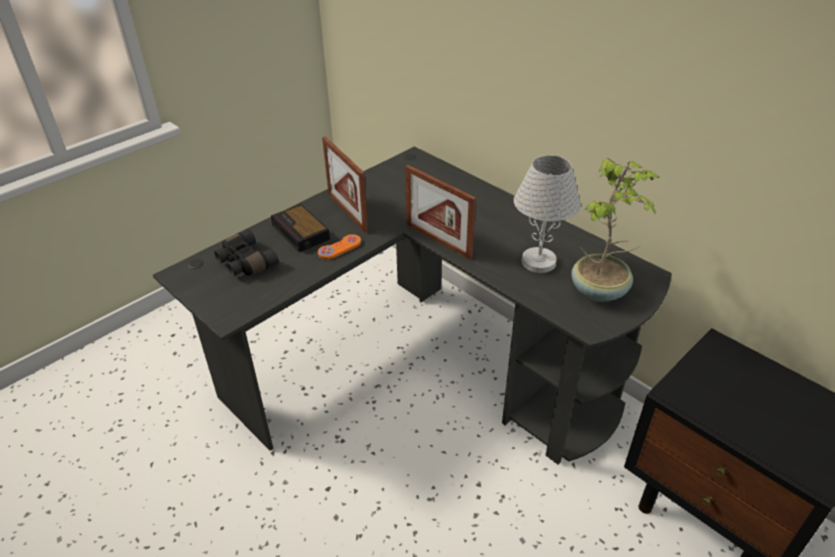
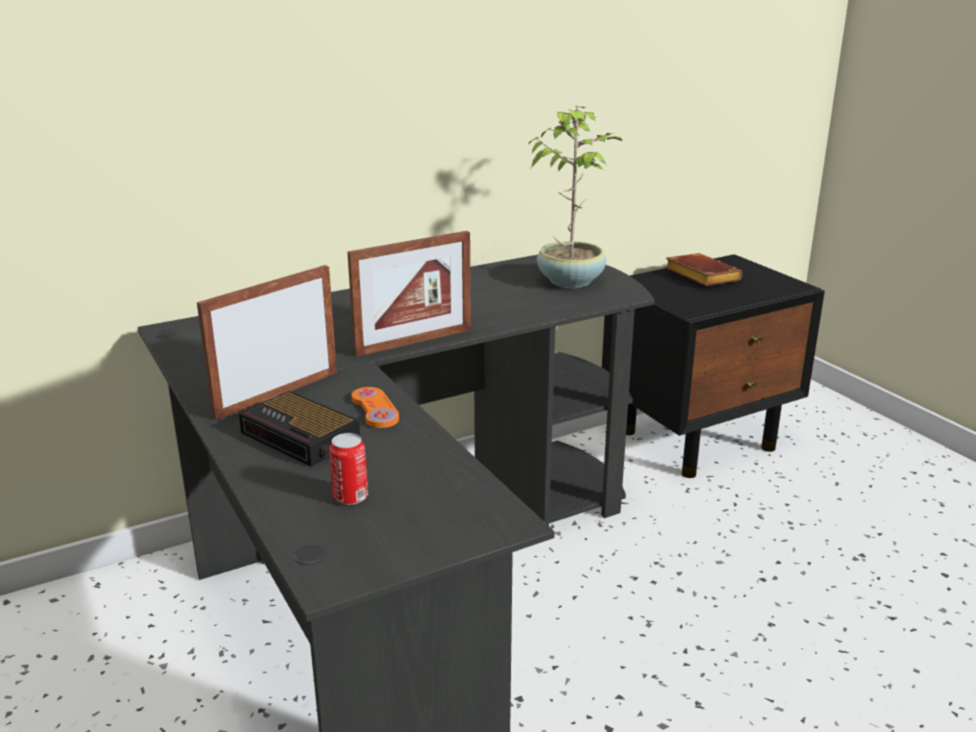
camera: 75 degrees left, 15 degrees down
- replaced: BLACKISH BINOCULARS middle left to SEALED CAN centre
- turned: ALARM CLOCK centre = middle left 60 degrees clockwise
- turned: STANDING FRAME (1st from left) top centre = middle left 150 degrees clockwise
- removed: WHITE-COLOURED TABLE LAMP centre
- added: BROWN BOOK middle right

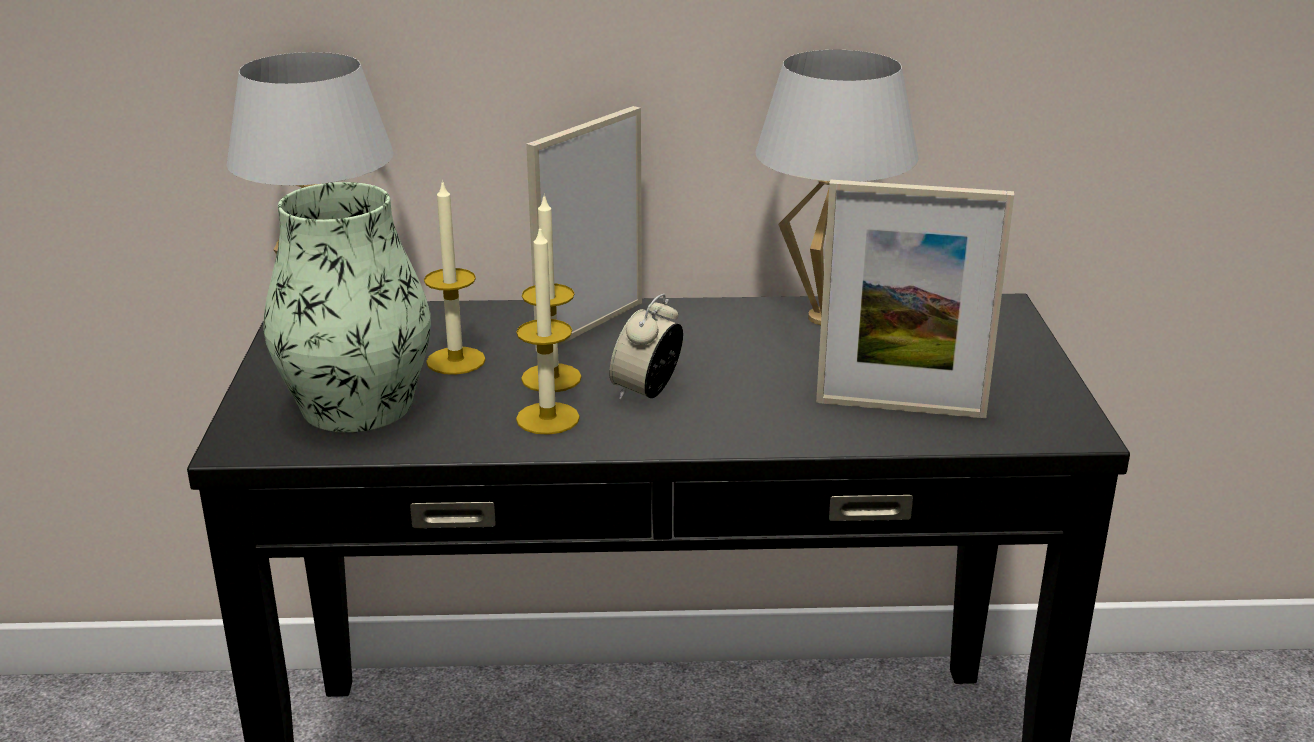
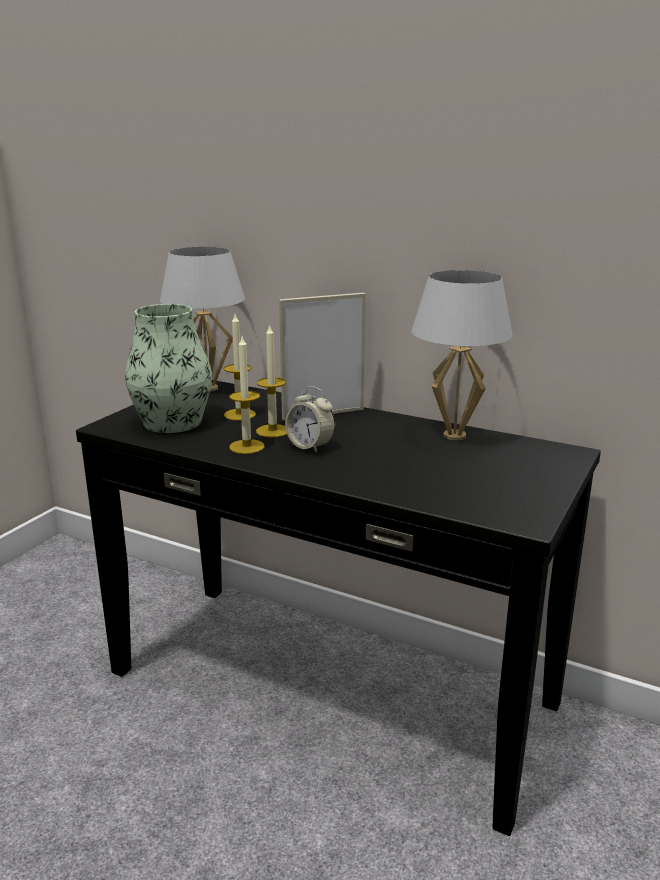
camera: 30 degrees right, 5 degrees down
- turned: ALARM CLOCK centre = centre 105 degrees counterclockwise
- removed: STANDING FRAME (2nd from left) middle right

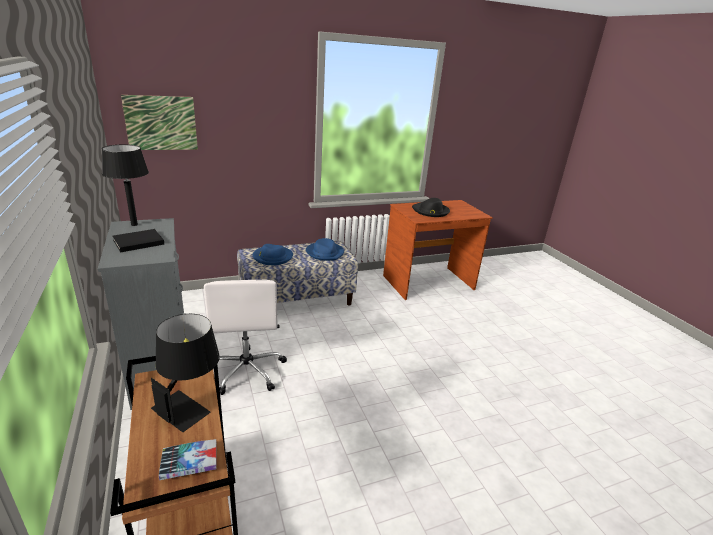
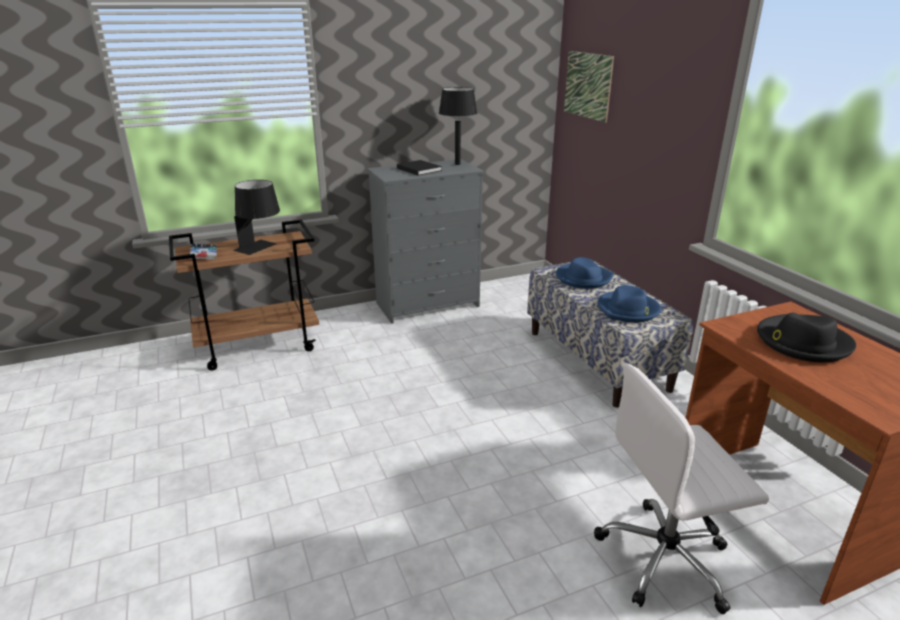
camera: 90 degrees right, 0 degrees up
- moved: WHITE-COLOURED DESK CHAIR centre to bottom right

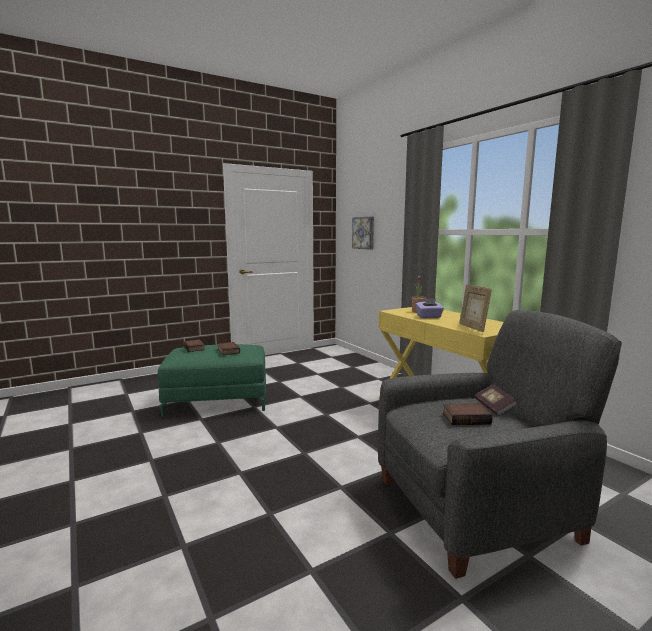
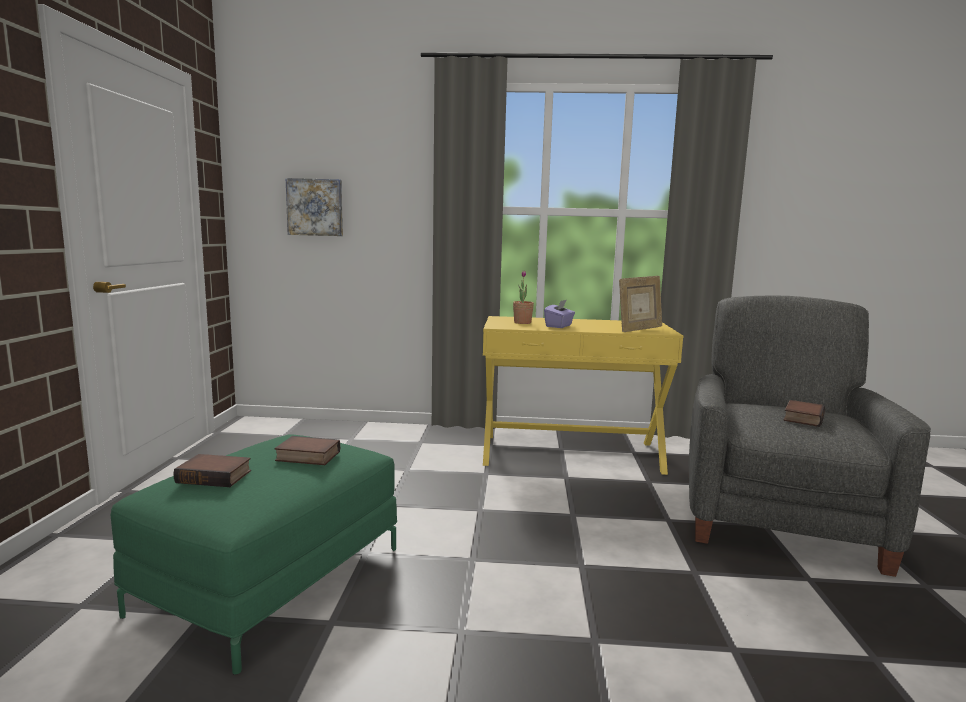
camera: 55 degrees left, 0 degrees up
- turned: STANDING FRAME middle right = centre 60 degrees counterclockwise
- removed: BOOK (4th from left) middle right

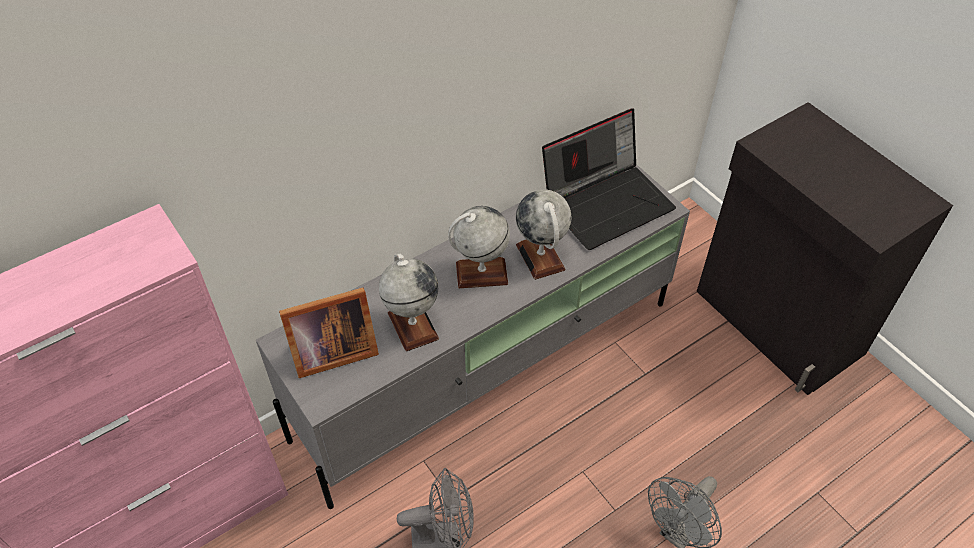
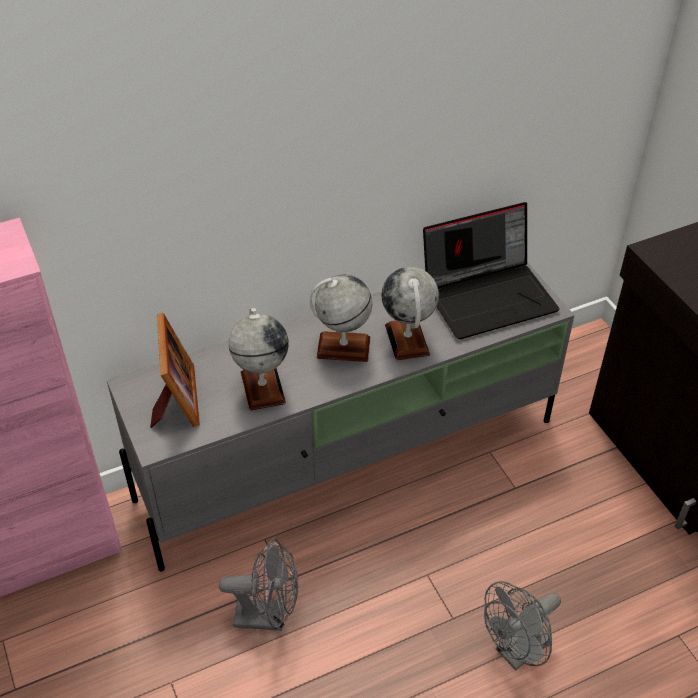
camera: 10 degrees right, 5 degrees down
- turned: STANDING FRAME centre = middle left 90 degrees counterclockwise

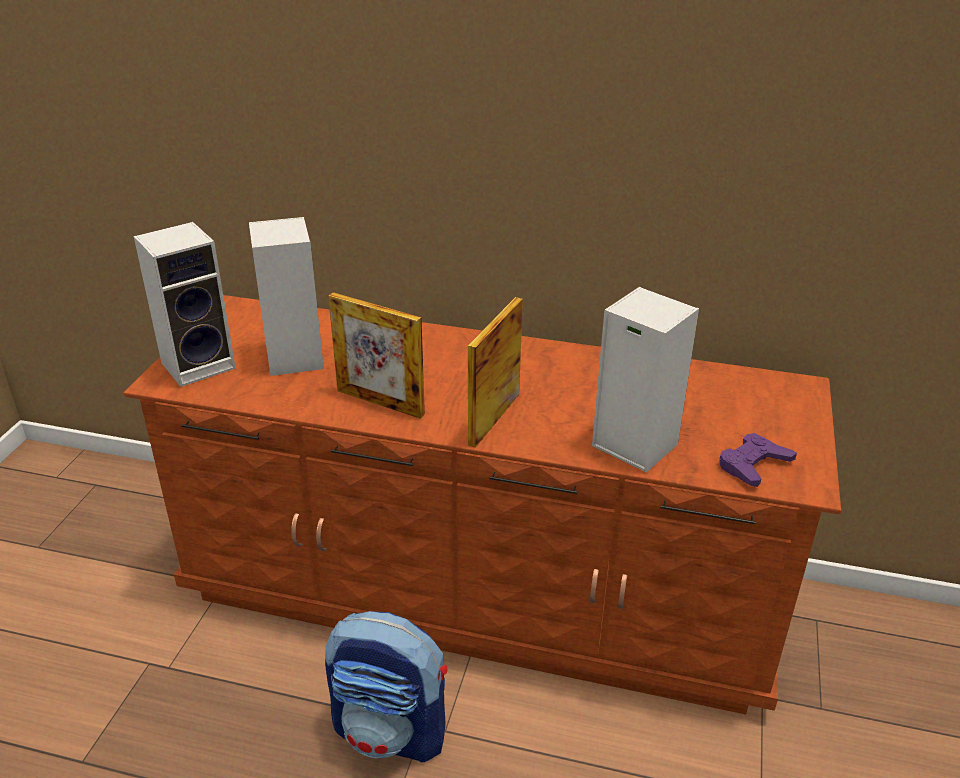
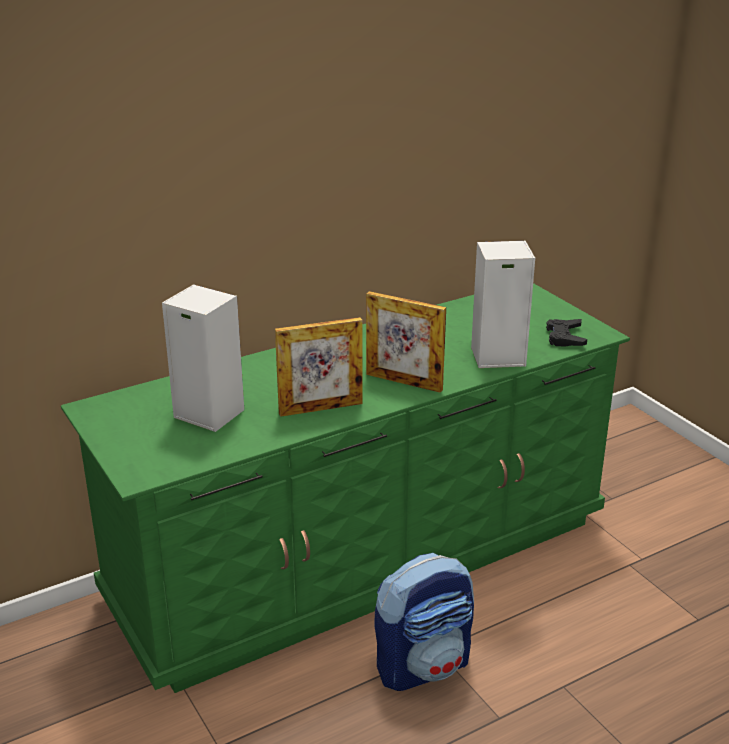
camera: 45 degrees left, 5 degrees down
- recoloured: BROWN DRESSER centre to GREEN-COLOURED DRESSER centre
- removed: LOUDSPEAKER (1st from left) middle left
- turned: STANDING FRAME (2nd from left) centre = centre 45 degrees counterclockwise
- recoloured: PURPLISH GAMEPAD middle right to BLACKISH GAMEPAD middle right

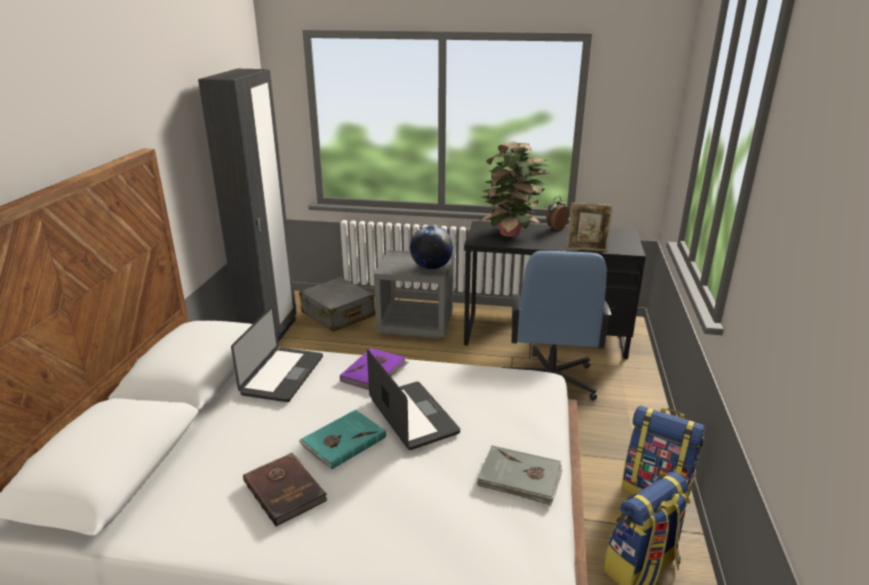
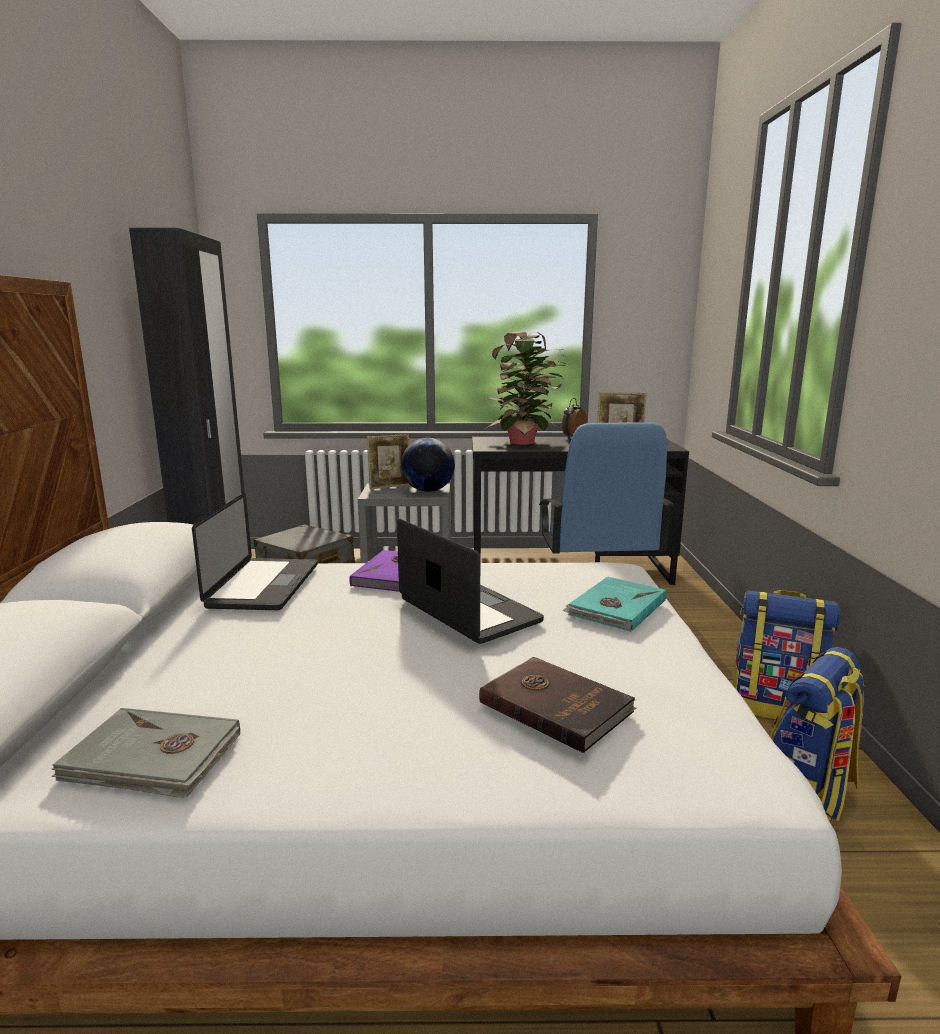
camera: 10 degrees left, 10 degrees down
- moved: BROWN BOOK bottom left to bottom centre
- moved: TURQUOISE BOOK bottom centre to centre
- moved: GRAY BOOK bottom centre to bottom left
- added: STANDING FRAME (1st from left) centre

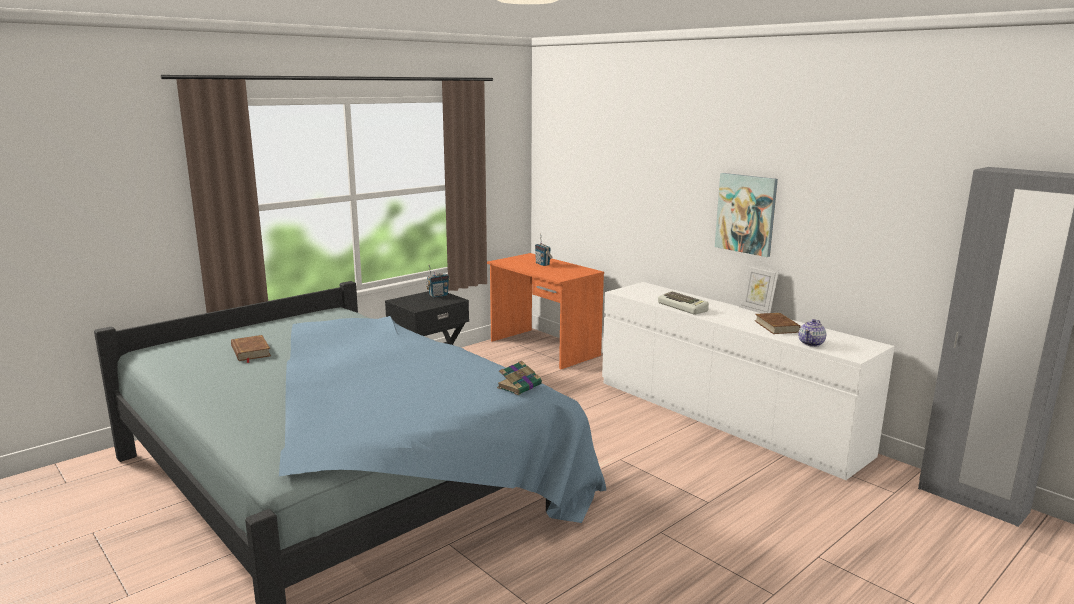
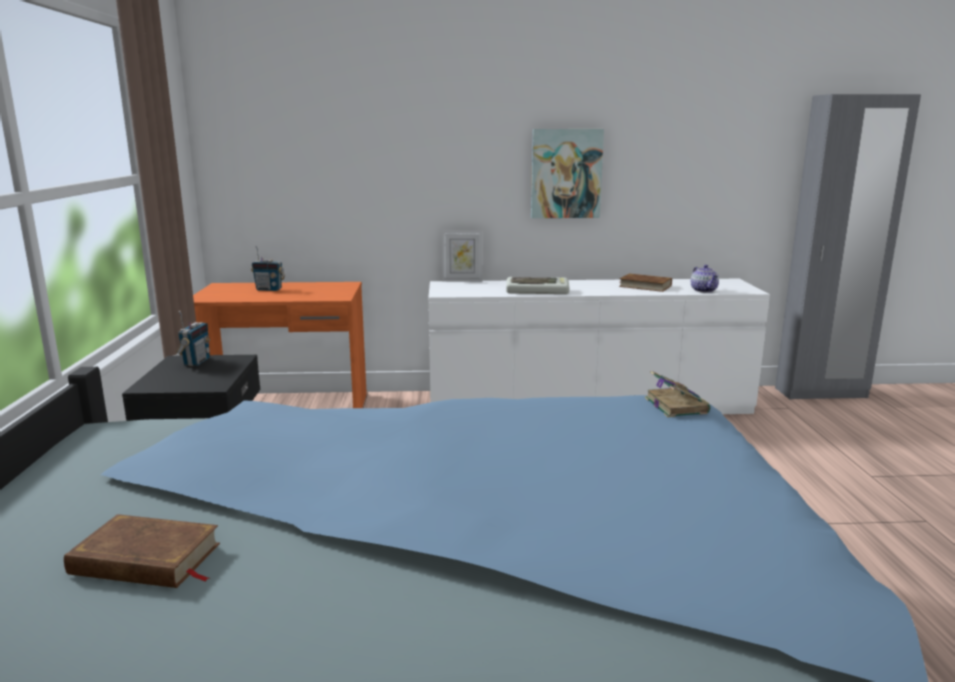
camera: 50 degrees left, 0 degrees up
- moved: STANDING FRAME middle right to centre

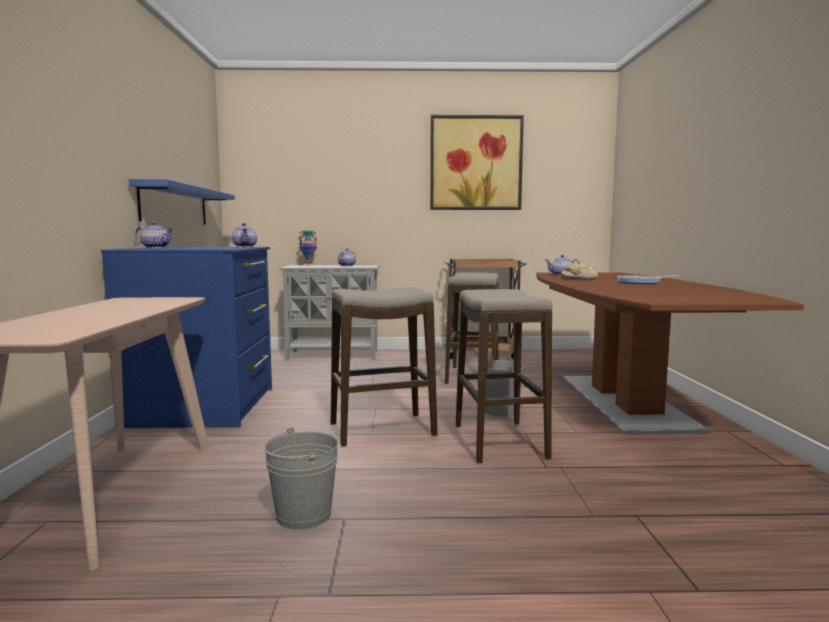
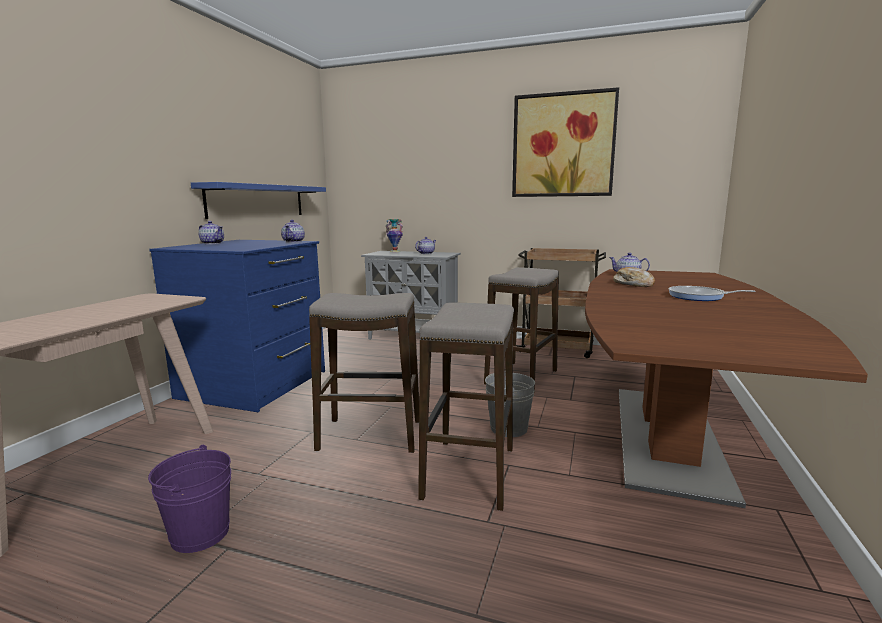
camera: 20 degrees right, 5 degrees up
- recoloured: GRAY PAIL (1st from left) bottom centre to PURPLISH PAIL bottom left

